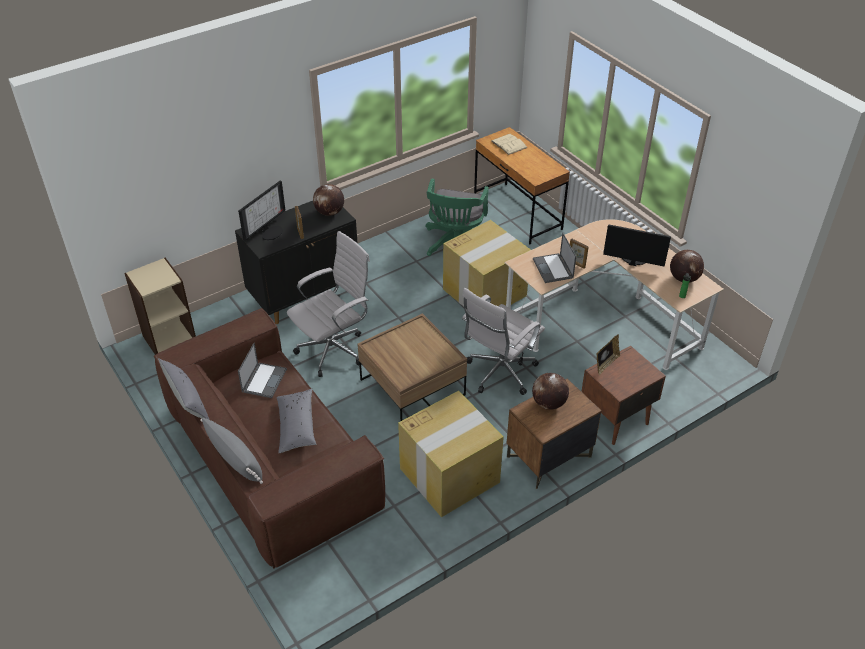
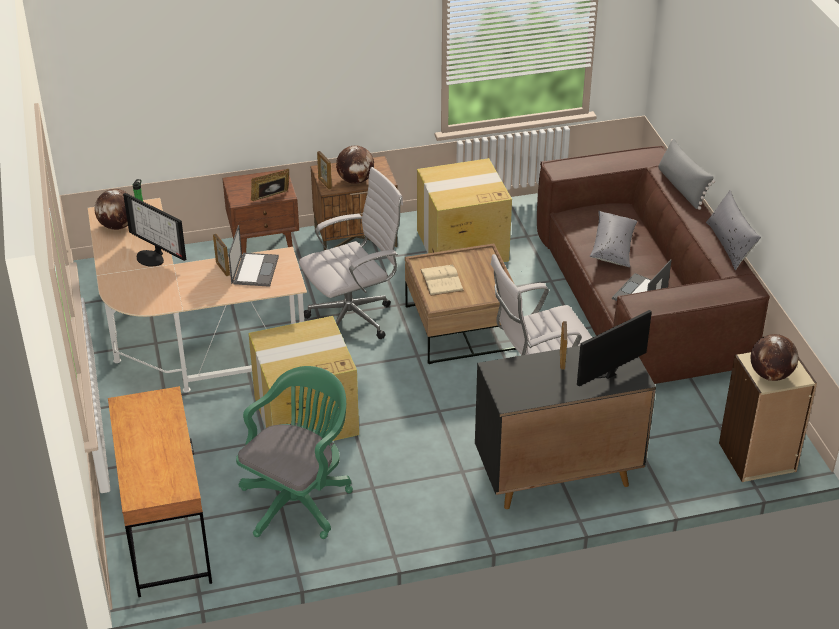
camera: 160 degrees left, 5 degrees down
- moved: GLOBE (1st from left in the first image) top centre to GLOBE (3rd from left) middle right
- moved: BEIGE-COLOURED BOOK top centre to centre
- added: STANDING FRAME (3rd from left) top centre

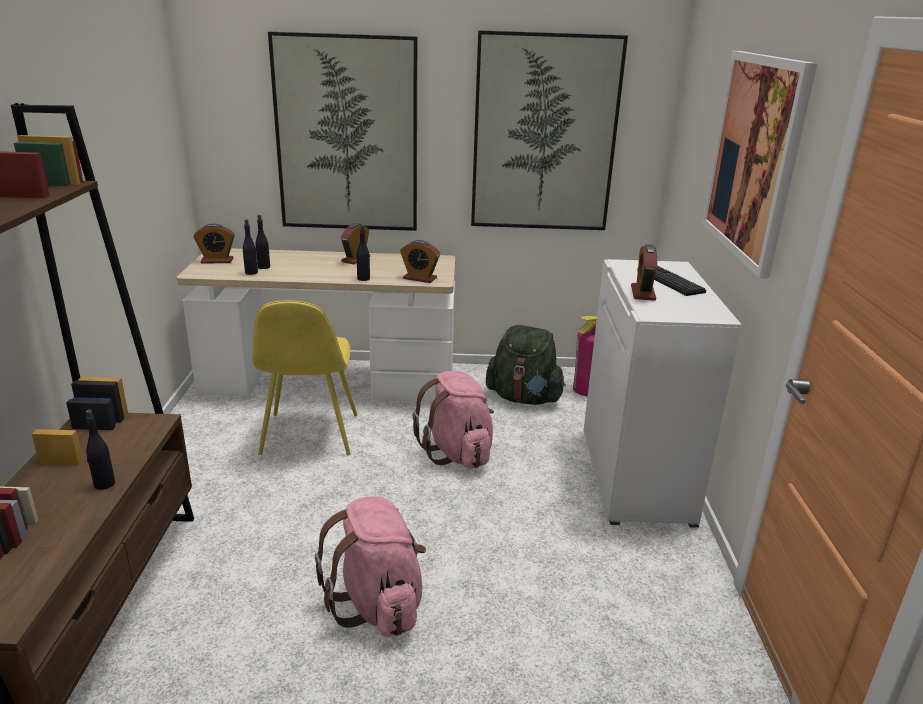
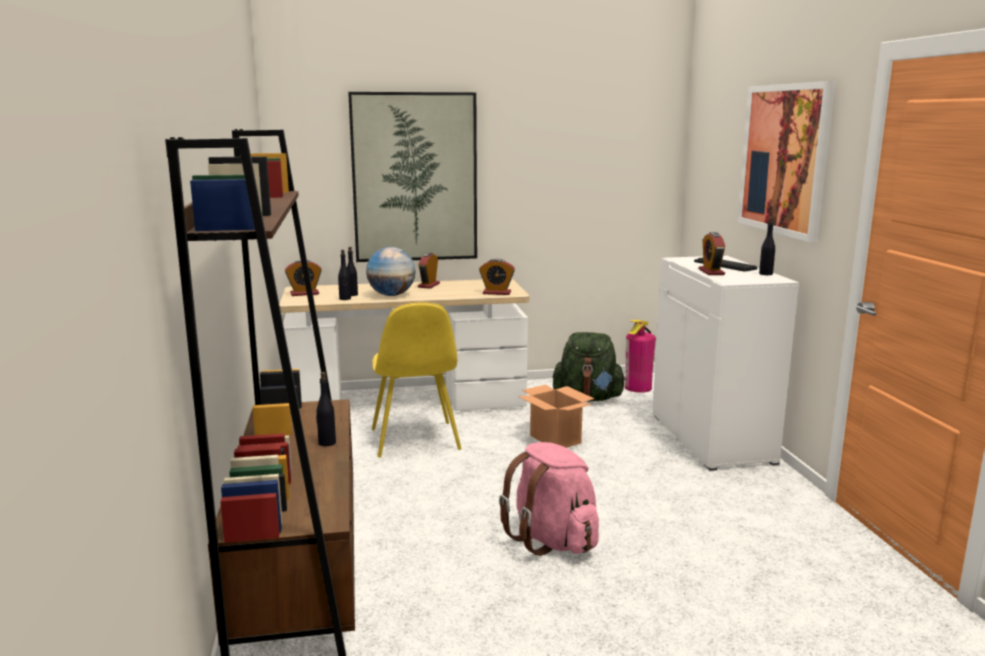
camera: 10 degrees left, 10 degrees down
- moved: BLACKISH BOTTLE (4th from left) centre to middle right
- replaced: PINK-COLOURED BACKPACK (2nd from left) centre to PACKING BOX centre
- removed: PICTURE (2nd from left) top centre
- added: GLOBE centre

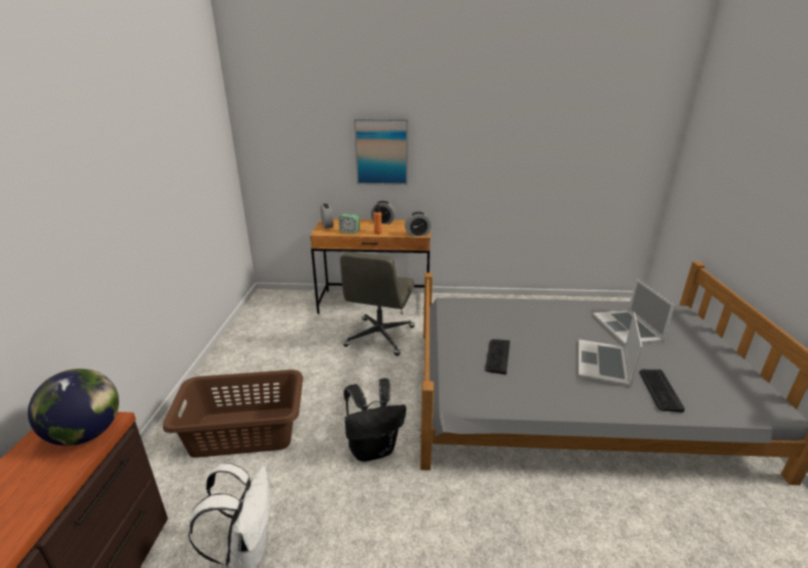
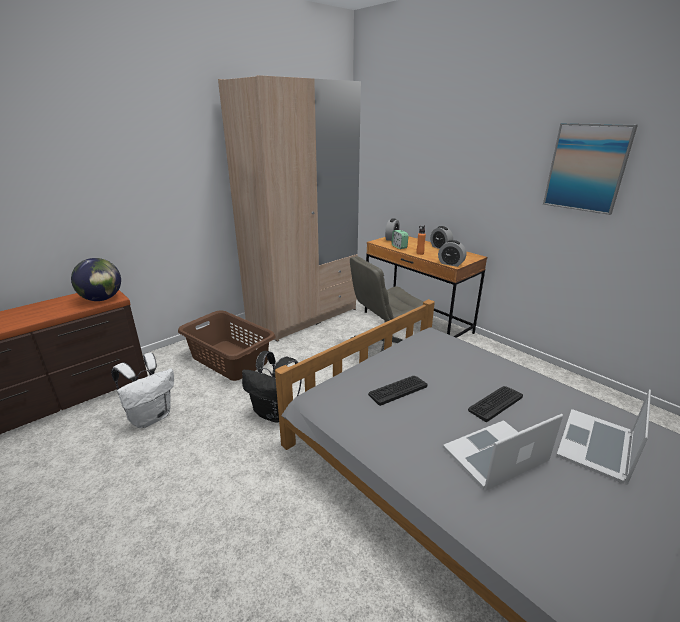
camera: 45 degrees right, 0 degrees up
- moved: PICTURE top centre to top right
- moved: KEYBOARD (2nd from left) bottom right to middle right
- added: BEIGE-COLOURED CLOTHES CUPBOARD centre

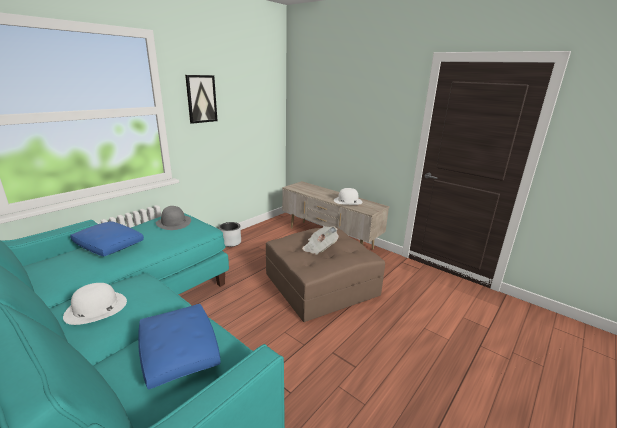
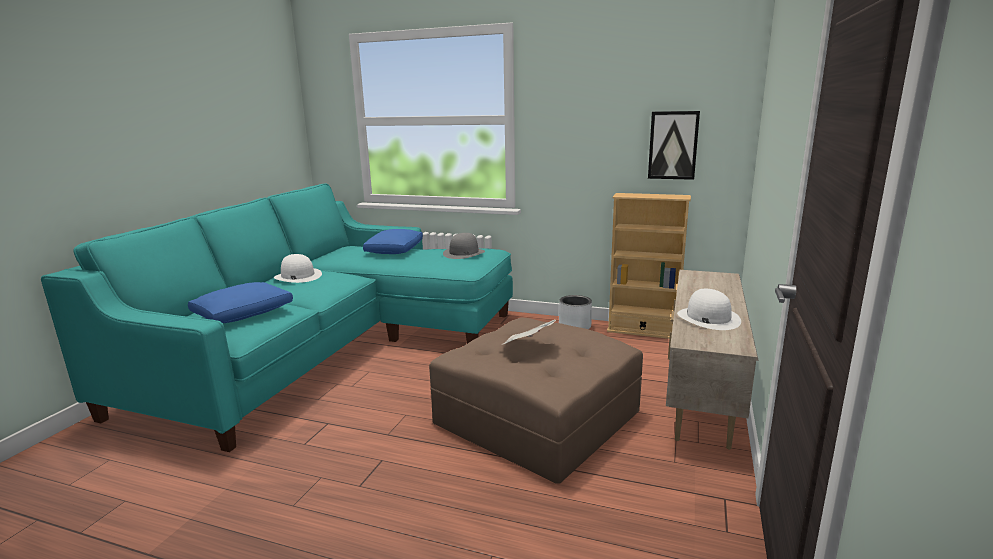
camera: 70 degrees right, 5 degrees down
- moved: PICTURE top left to top right
- added: BEIGE-COLOURED BOOKSHELF centre

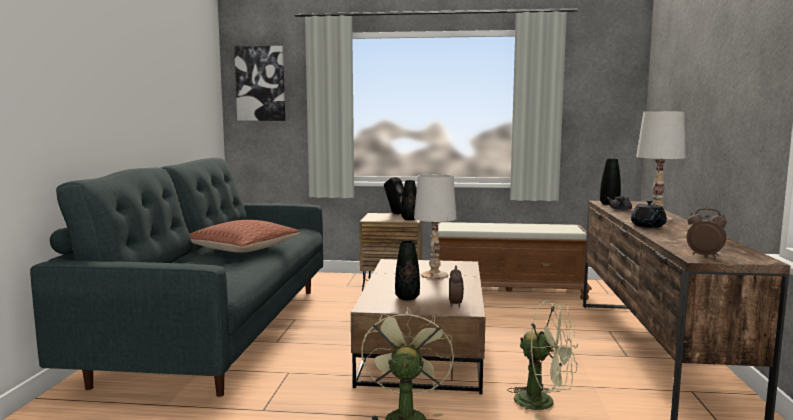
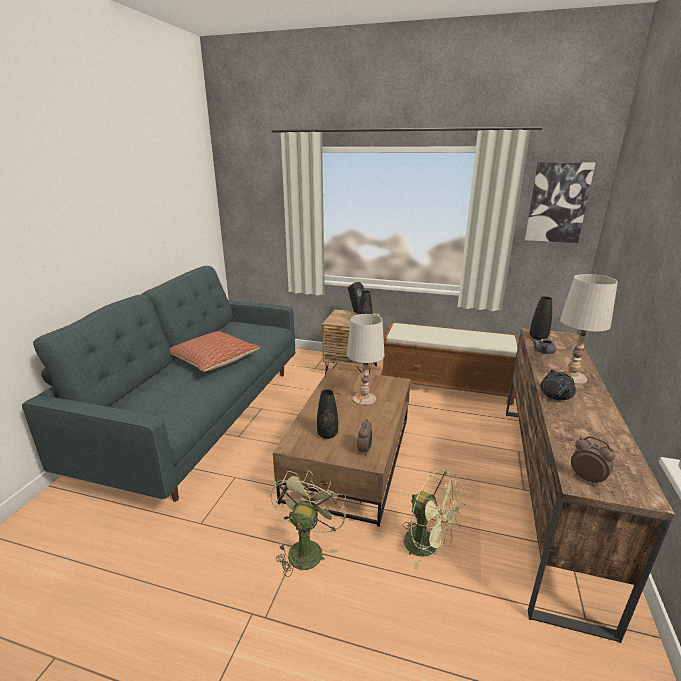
camera: 10 degrees right, 15 degrees up
- moved: PICTURE top left to top right

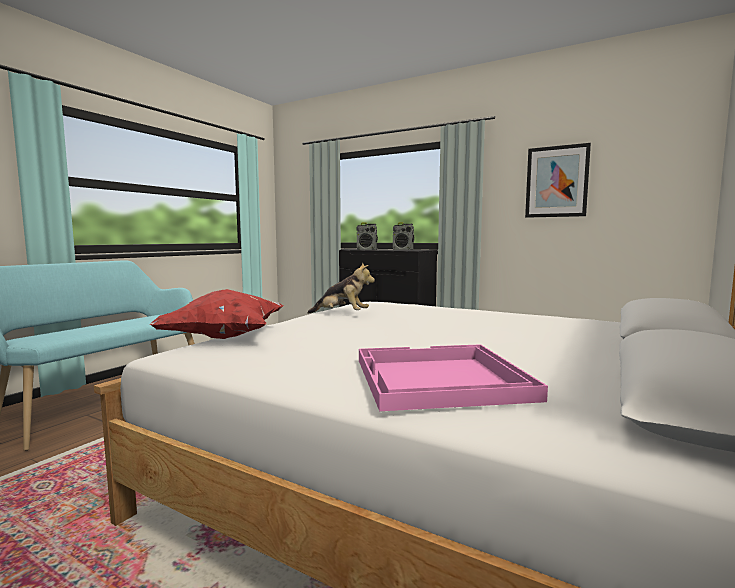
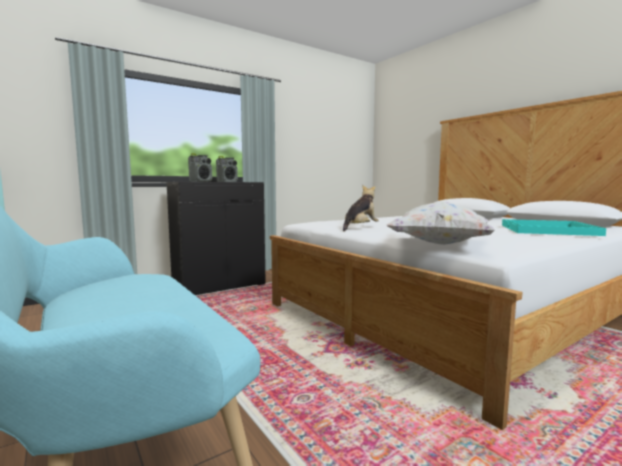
camera: 65 degrees left, 0 degrees up
- recoloured: RED-COLOURED CUSHION middle left to WHITE-COLOURED CUSHION middle right
- recoloured: PINK-COLOURED SERVING TRAY centre to TURQUOISE SERVING TRAY middle right
- removed: PICTURE top right

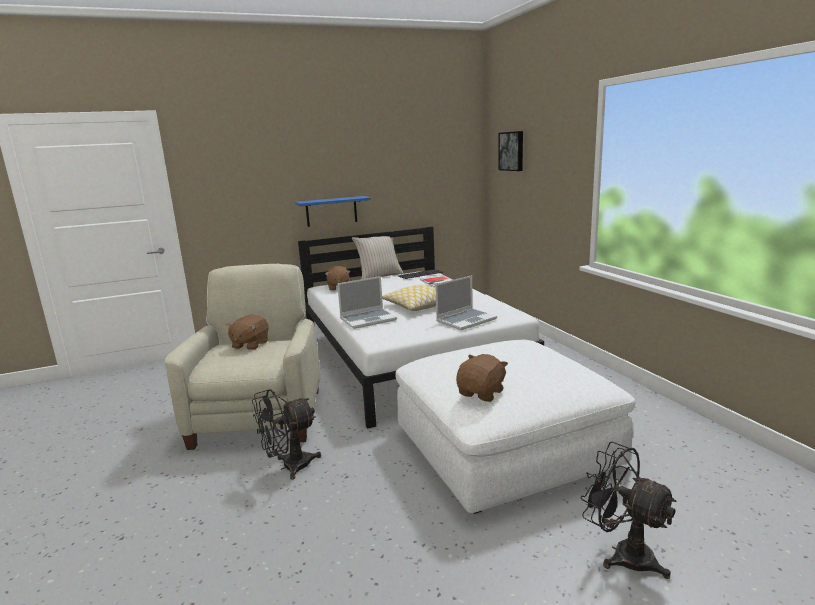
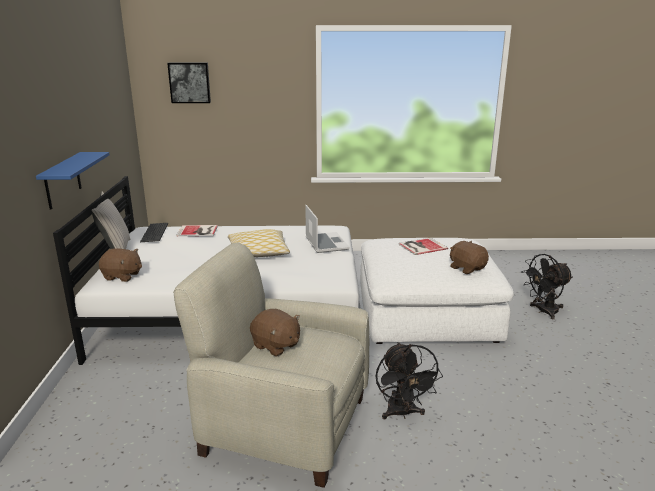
camera: 70 degrees left, 5 degrees up
- removed: NOTEBOOK COMPUTER (1st from left) centre
- added: BOOK (2nd from left) centre

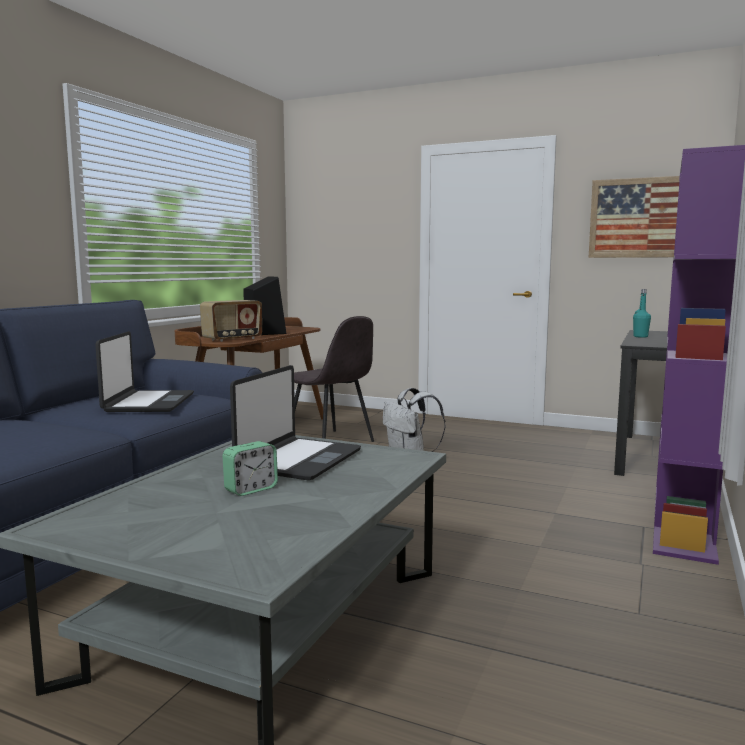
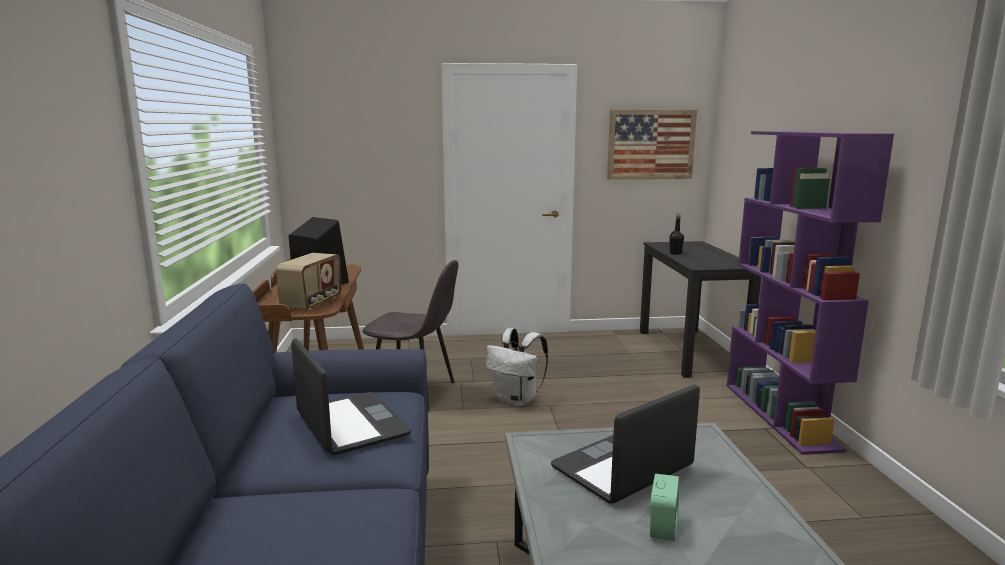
camera: 30 degrees left, 5 degrees up
- turned: NOTEBOOK COMPUTER (2nd from left) centre = bottom centre 120 degrees counterclockwise
- recoloured: TURQUOISE BOTTLE middle right to BLACKISH BOTTLE middle right

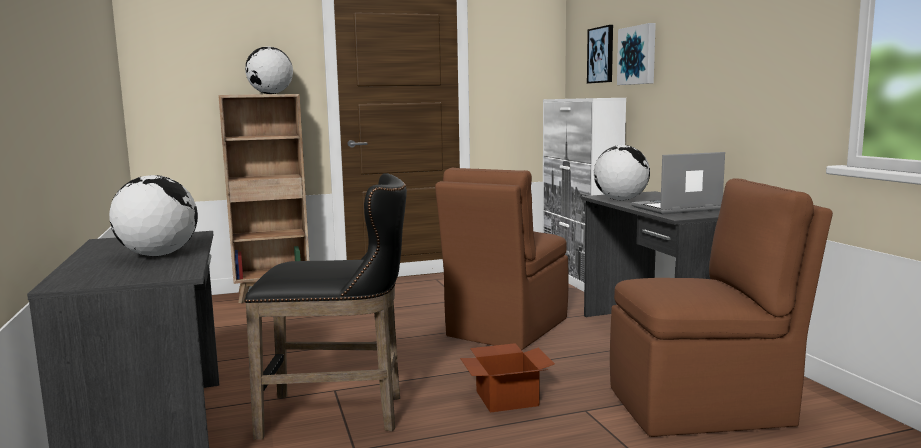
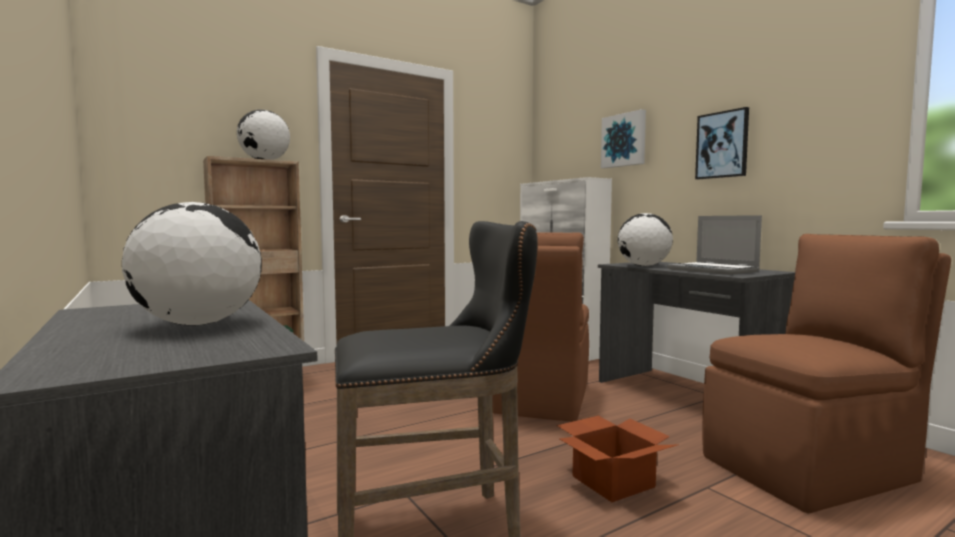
camera: 15 degrees left, 5 degrees down
- moved: PICTURE (1st from left in the first image) top centre to PICTURE (2nd from left) top right
- turned: NOTEBOOK COMPUTER middle right = middle right 90 degrees counterclockwise

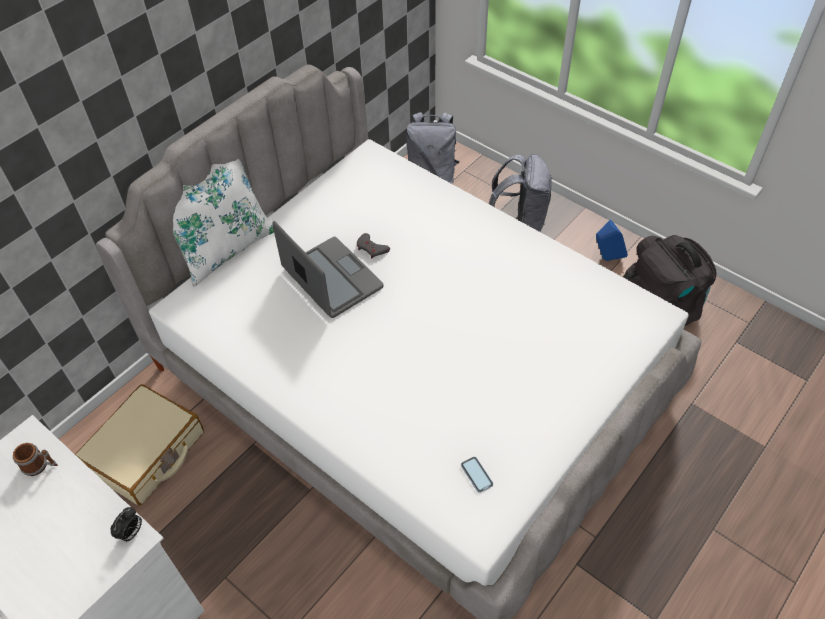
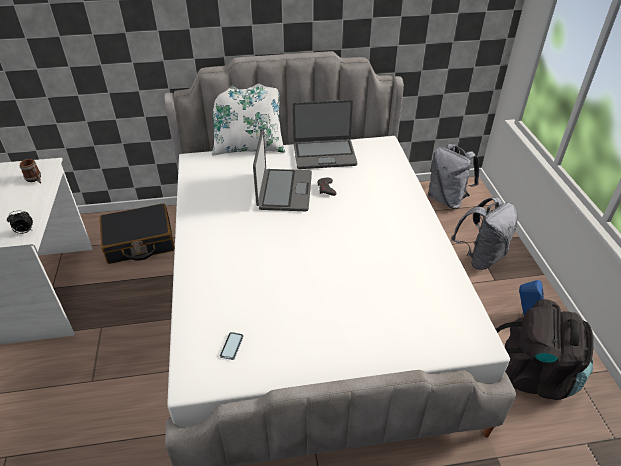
camera: 40 degrees right, 10 degrees down
- recoloured: BEIGE-COLOURED TRAVEL CASE bottom left to BLACKISH TRAVEL CASE middle left
- added: NOTEBOOK COMPUTER (2nd from left) top centre

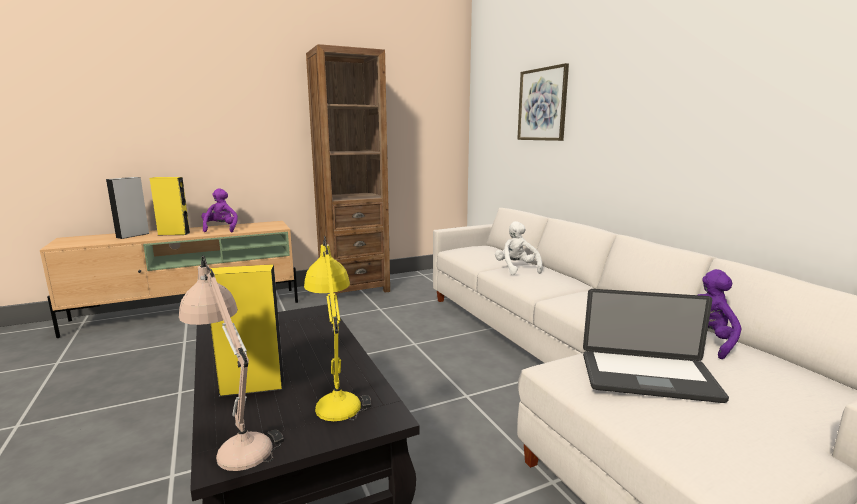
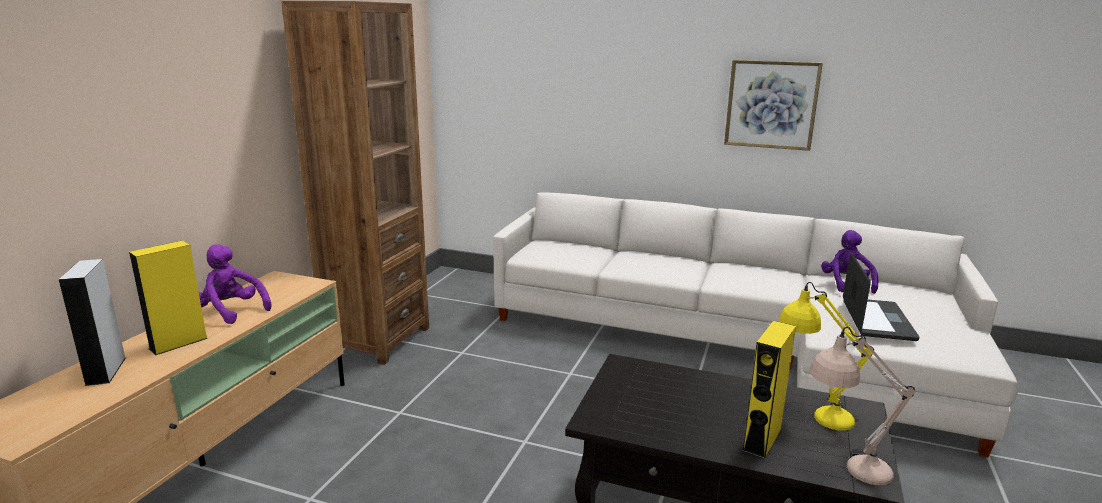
camera: 45 degrees left, 5 degrees up
- removed: WHITE-COLOURED CUDDLY TOY centre
- moved: PICTURE top centre to top right
- turned: NOTEBOOK COMPUTER bottom right = middle right 45 degrees counterclockwise

